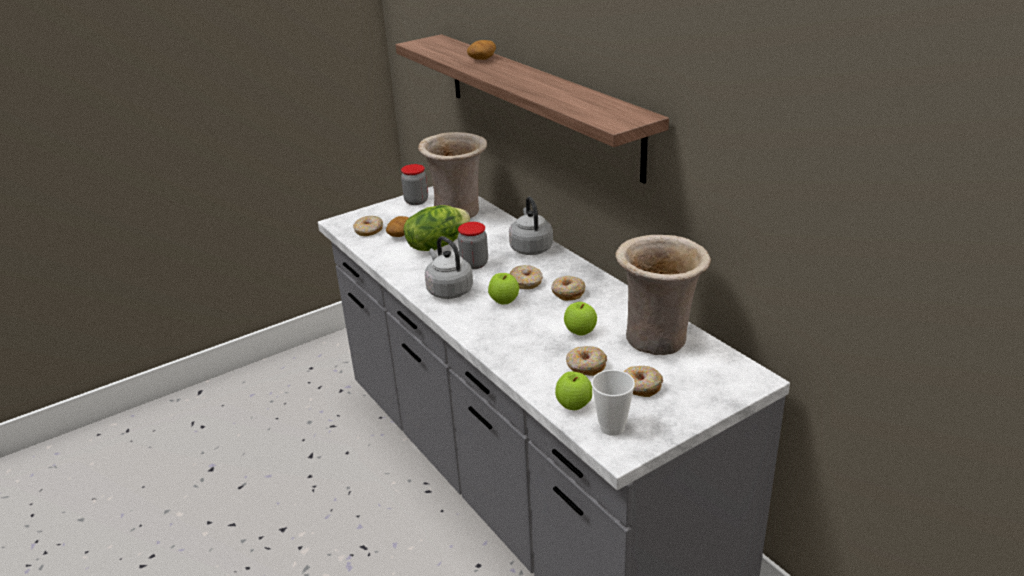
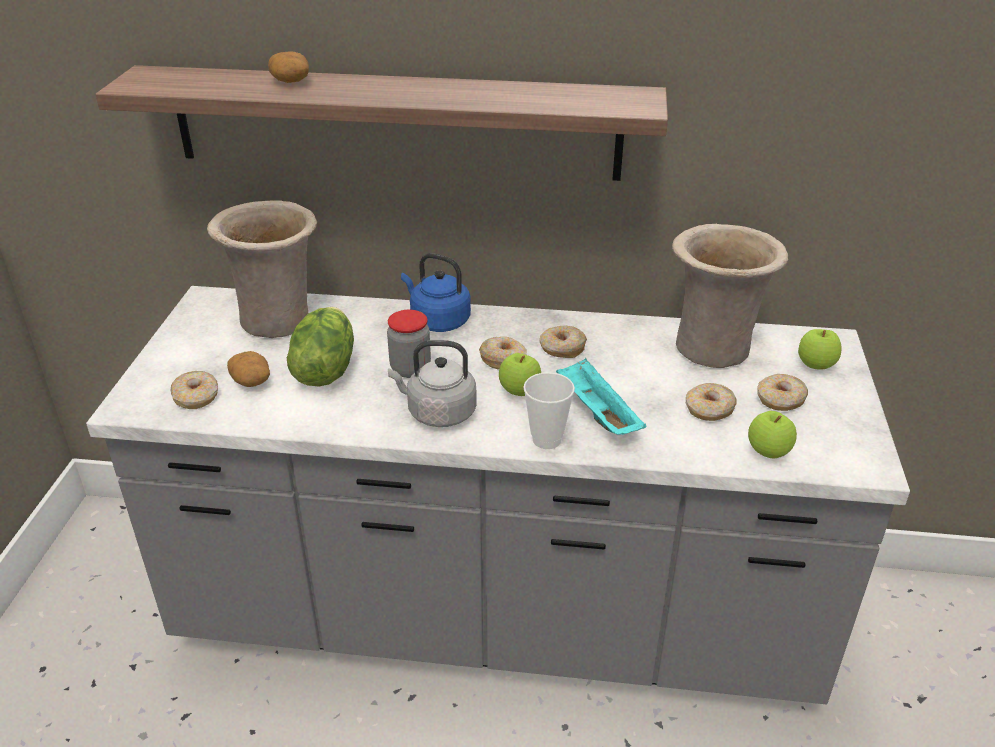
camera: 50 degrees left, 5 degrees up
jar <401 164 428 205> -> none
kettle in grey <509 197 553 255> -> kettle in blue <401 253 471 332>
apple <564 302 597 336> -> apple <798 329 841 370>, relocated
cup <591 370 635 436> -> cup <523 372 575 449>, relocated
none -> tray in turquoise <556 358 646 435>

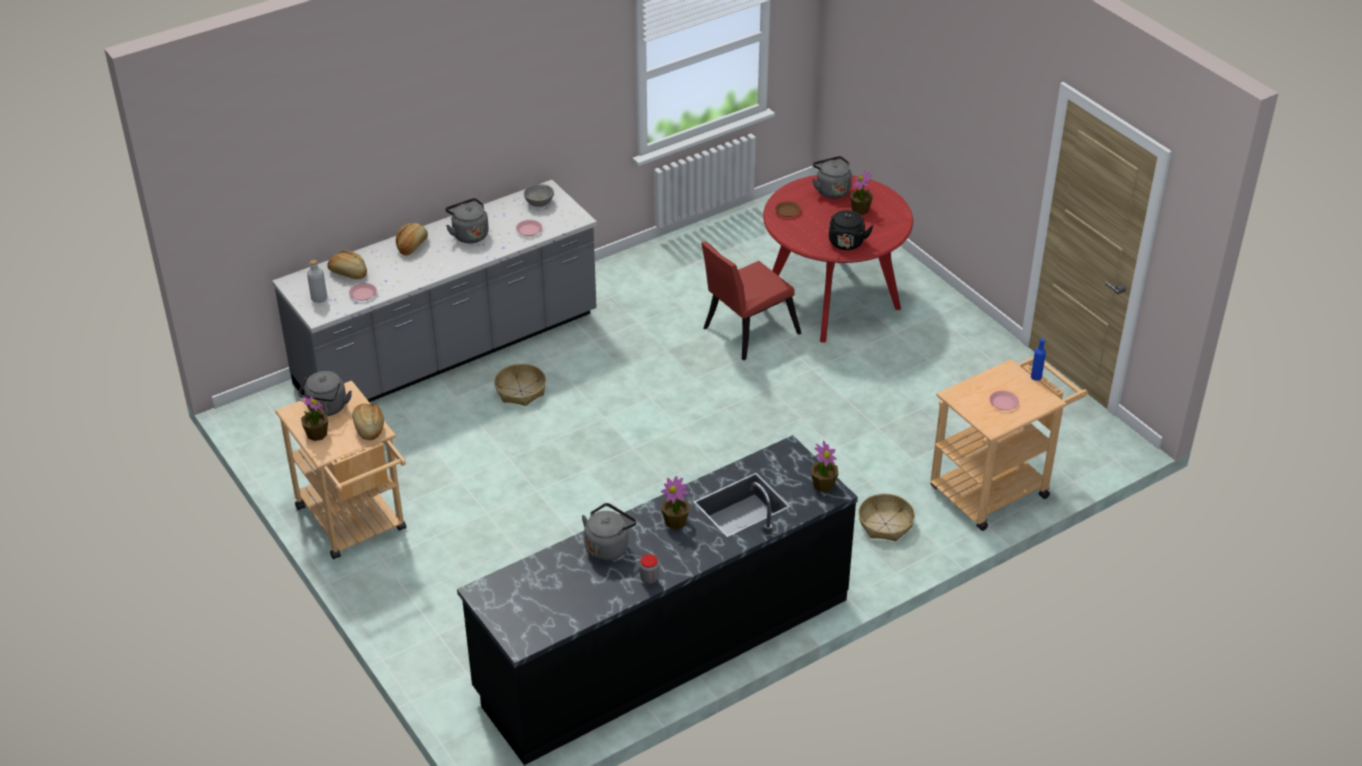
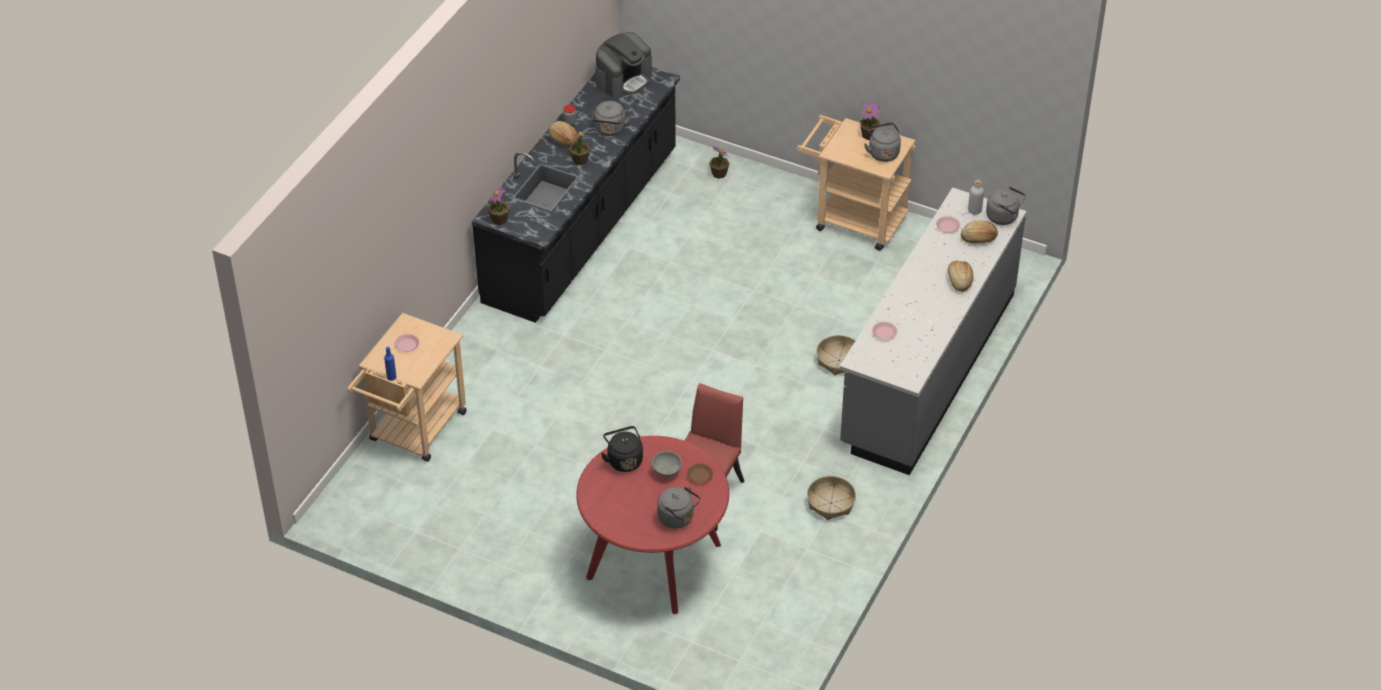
camera: 150 degrees right, 5 degrees up
bread <352 403 384 440> -> bread <548 121 579 147>, relocated
kettle in grey <445 198 489 243> -> kettle in grey <986 187 1026 225>, relocated
bowl in grey <524 184 554 207> -> bowl in grey <652 451 682 478>, relocated
potted plant <850 171 873 215> -> potted plant <709 146 730 179>, relocated
basket <858 494 915 542> -> basket <807 476 856 520>, relocated
none -> coffee machine <595 32 652 99>

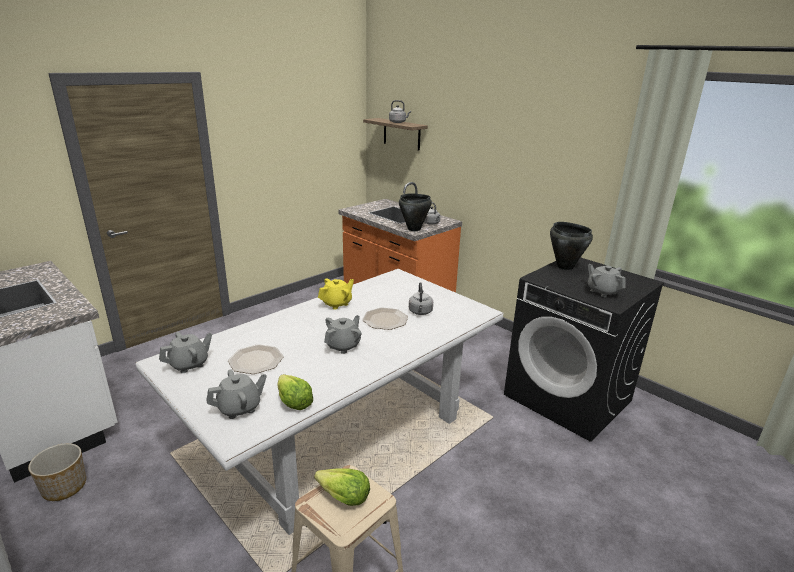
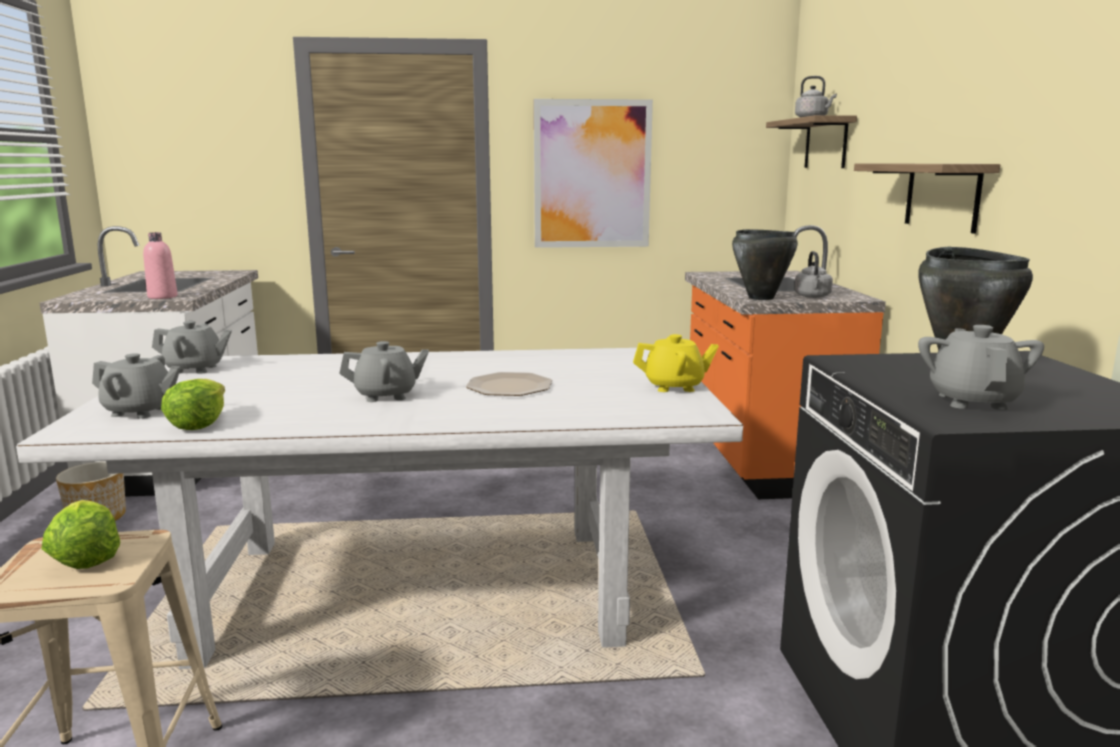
camera: 40 degrees right, 10 degrees down
plate <228 344 283 374> -> none
teapot in yellow <318 278 354 309> -> teapot in yellow <633 334 719 392>, relocated
kettle in grey <409 282 433 315> -> none
none -> bottle in pink <143 232 178 299>
none -> picture <534 99 653 248>
none -> shelf <854 164 1000 234>

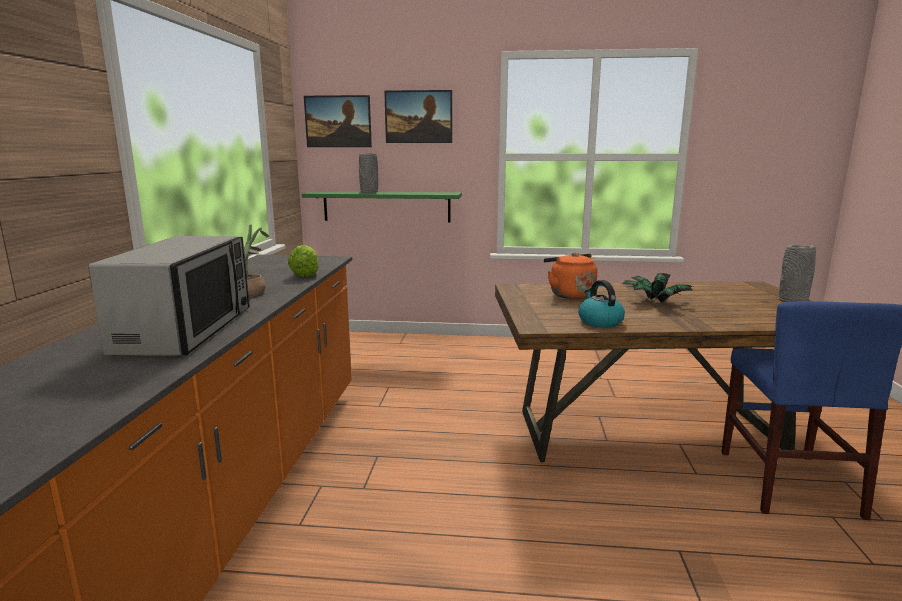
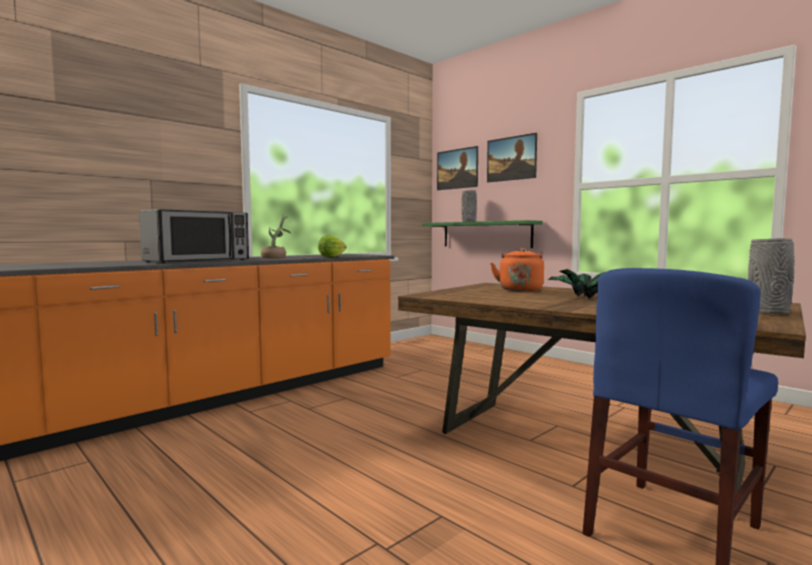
camera: 40 degrees right, 10 degrees down
kettle <578 280 625 328> -> none

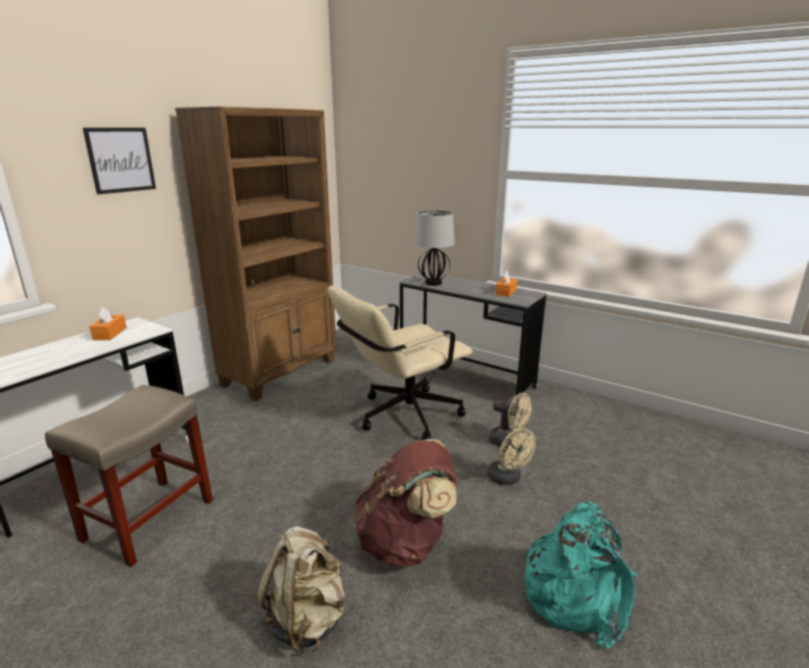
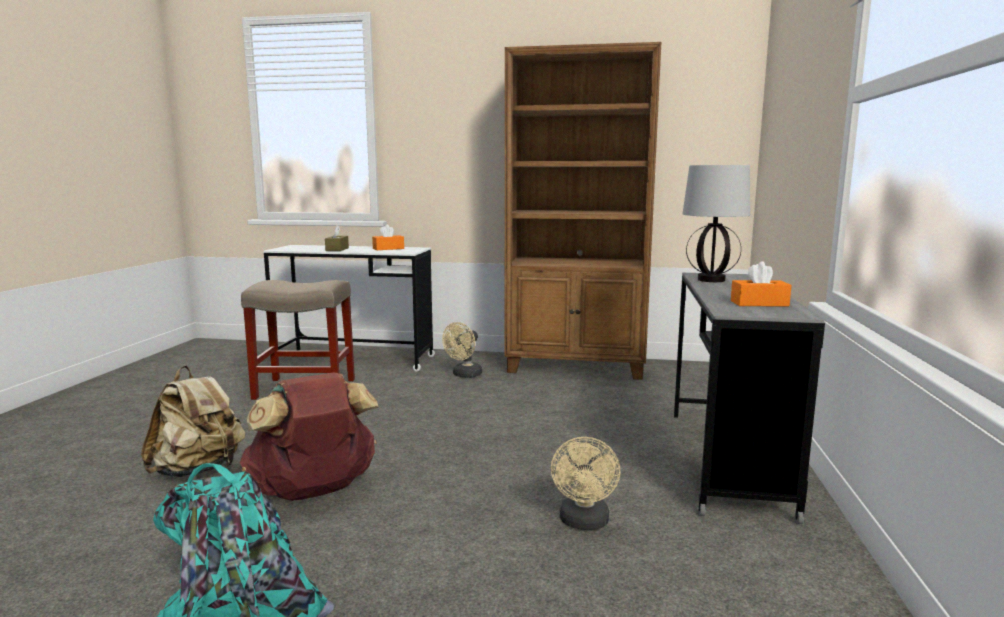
camera: 65 degrees right, 10 degrees down
picture <83 128 156 194> -> none
office chair in beige <328 286 472 440> -> none
fan in beige <487 428 536 485> -> fan in beige <442 322 482 378>, relocated
none -> tissue box in brown <325 225 349 251>

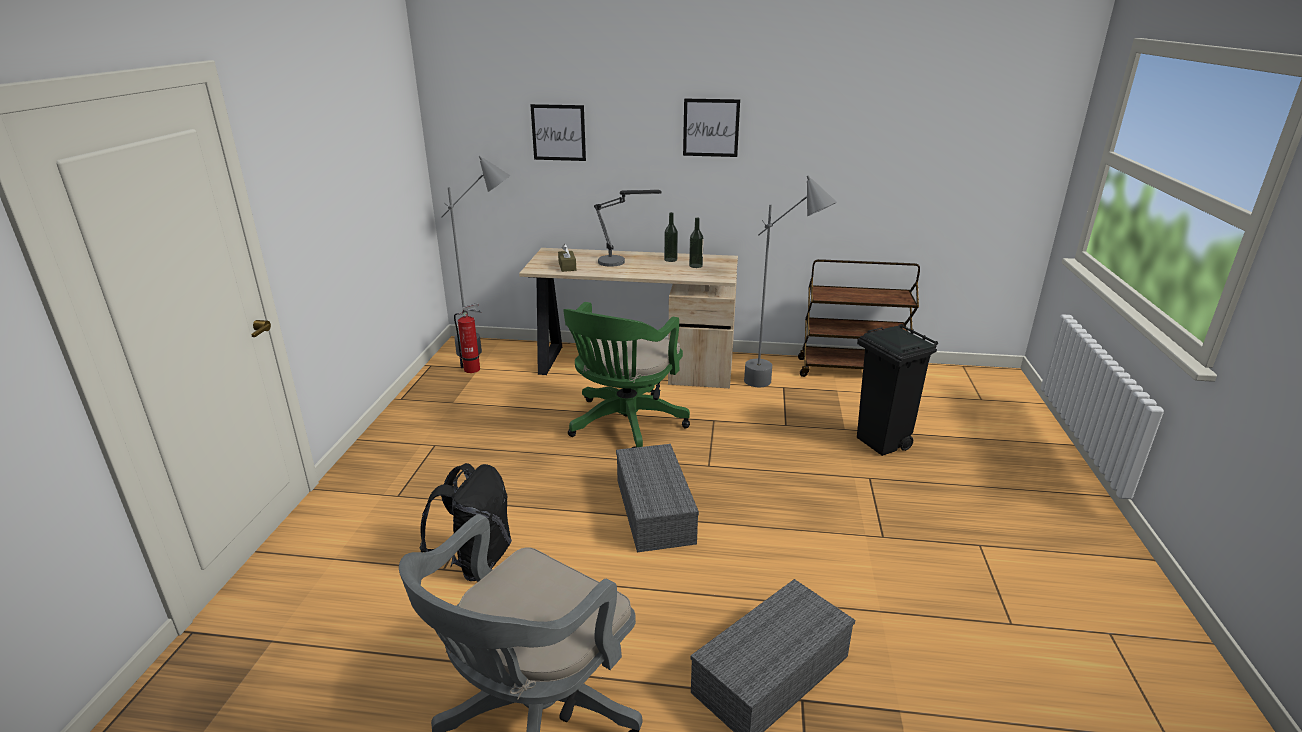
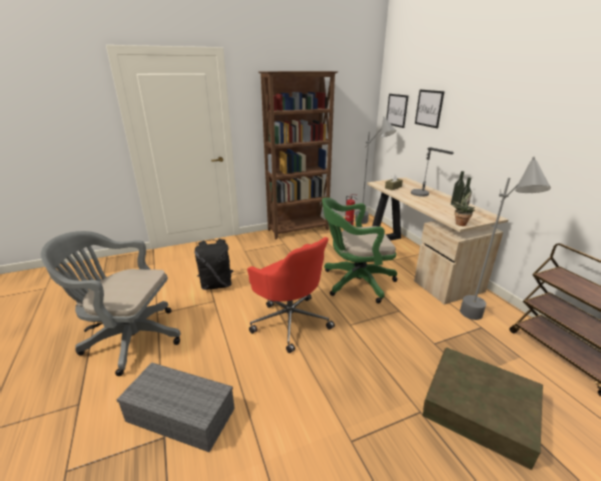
camera: 60 degrees right, 0 degrees up
storage box in grey <616 444 699 552> -> office chair in red <247 237 335 353>
picture <683 98 740 157> -> picture <386 94 408 128>, relocated
trash can in black <857 324 938 456> -> storage box in brown <422 348 543 470>
none -> bookcase in brown <258 71 338 240>
none -> potted plant <453 191 475 226>

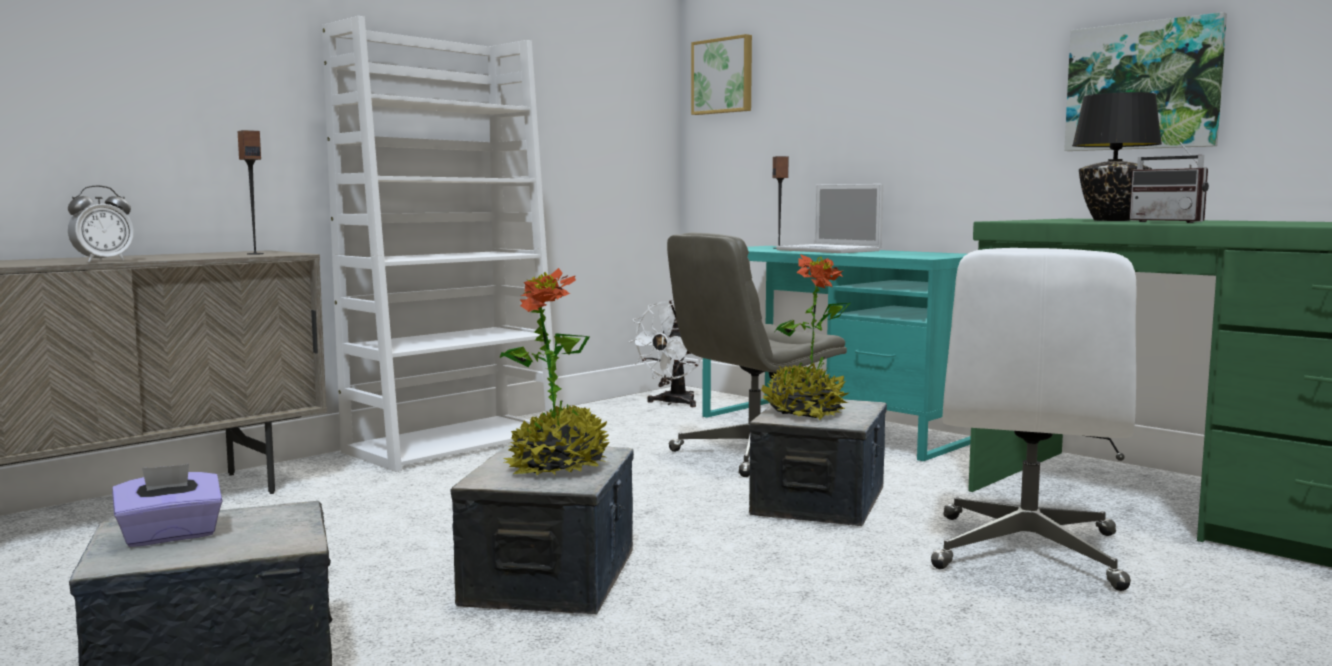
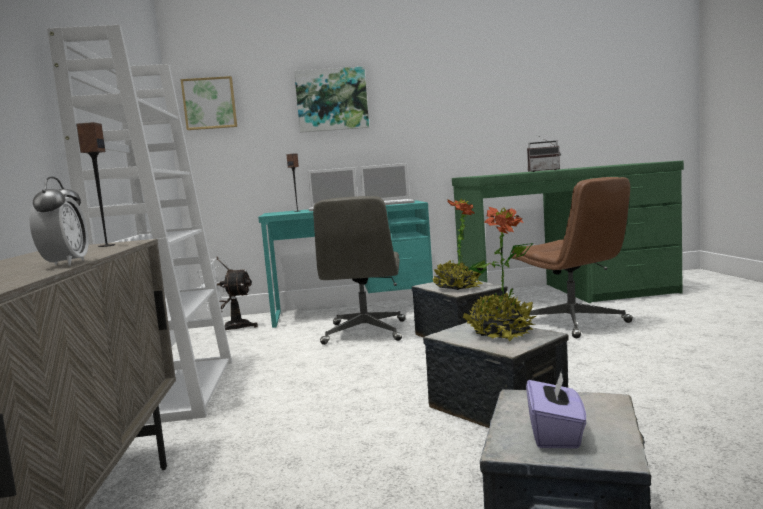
camera: 50 degrees left, 0 degrees up
fan in white <628 300 702 407> -> fan in white <196 257 258 330>, 120 degrees clockwise
office chair in white <931 248 1137 591> -> office chair in brown <511 177 633 338>
picture <1064 12 1227 151> -> picture <294 66 369 133>, relocated
table lamp in black <1072 92 1162 221> -> none
none -> laptop <360 163 414 205>

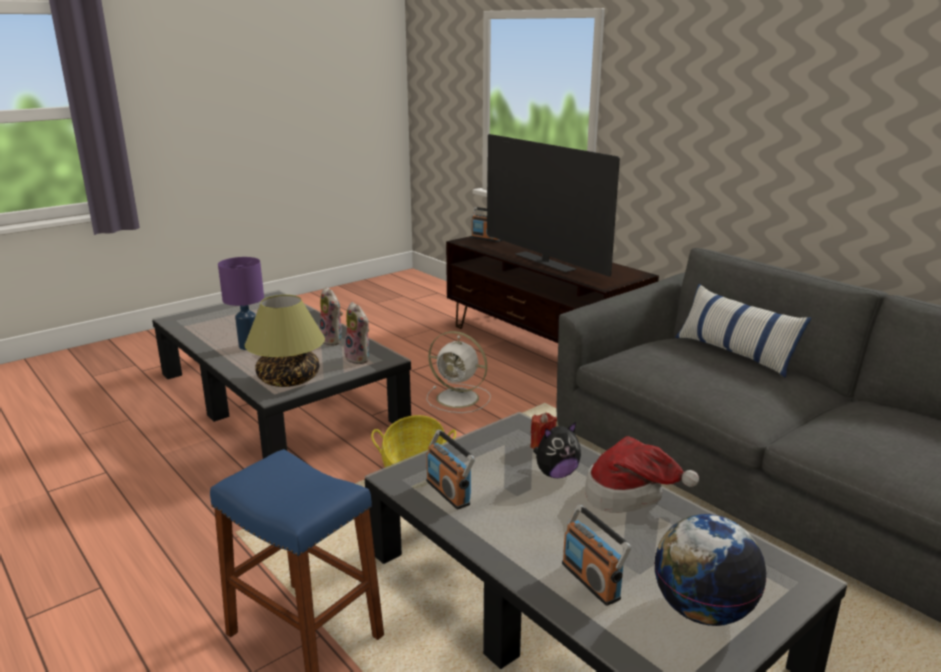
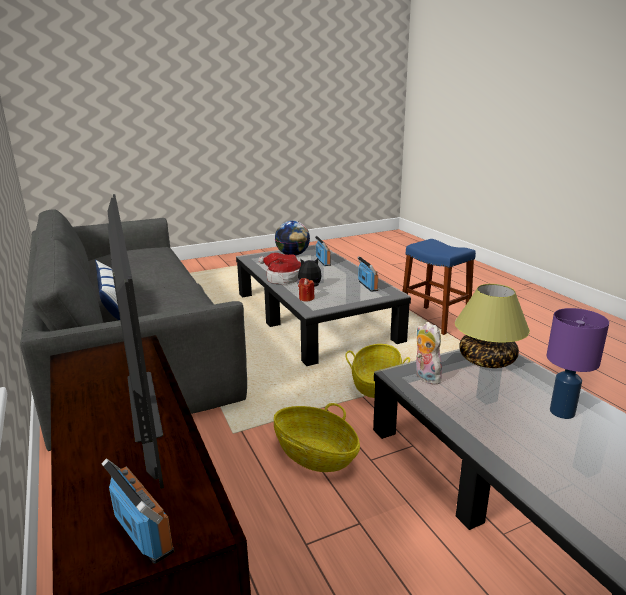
camera: 165 degrees left, 0 degrees up
plush toy <319 287 343 346> -> none
fan in white <426 331 491 413> -> basket <274 403 360 472>

